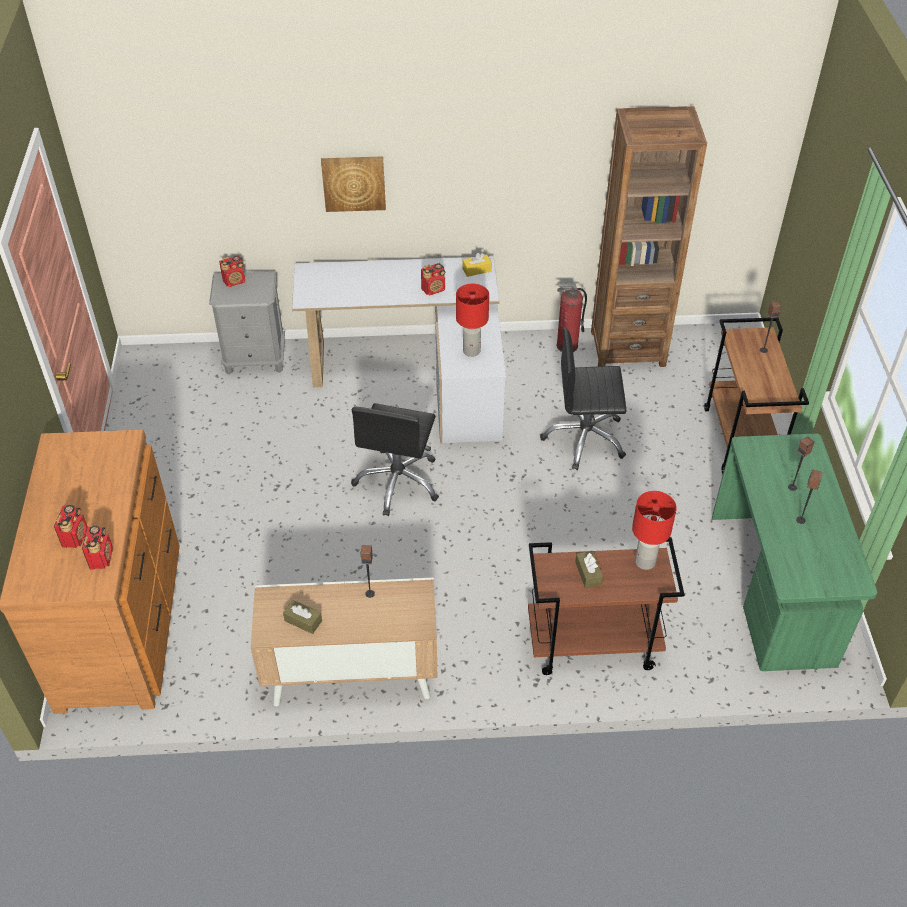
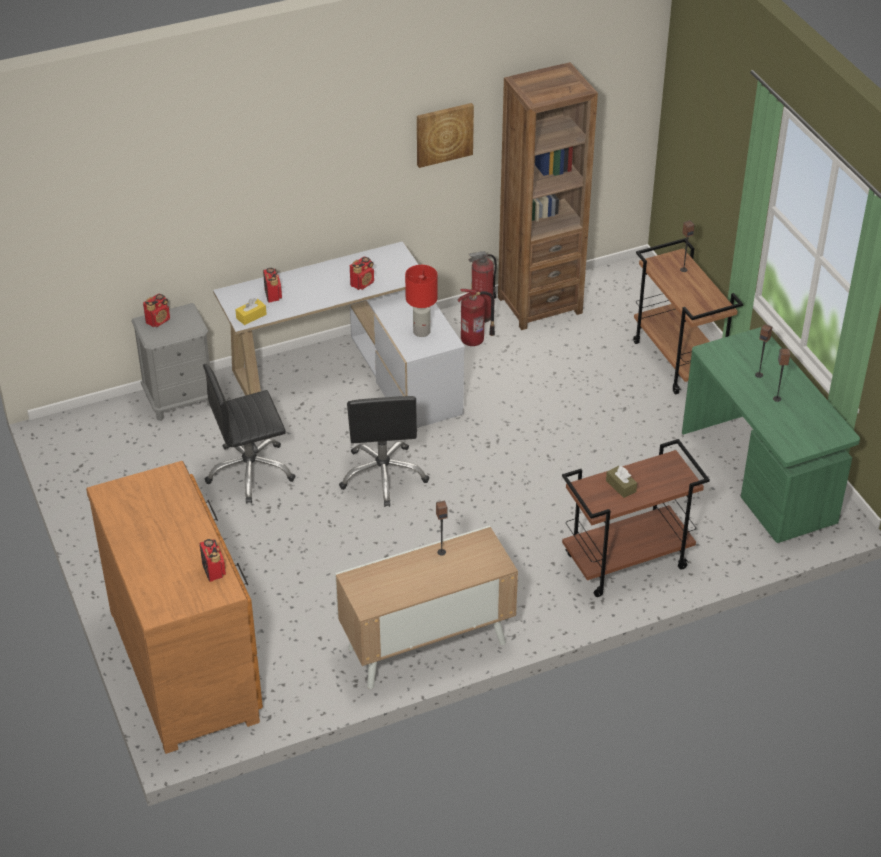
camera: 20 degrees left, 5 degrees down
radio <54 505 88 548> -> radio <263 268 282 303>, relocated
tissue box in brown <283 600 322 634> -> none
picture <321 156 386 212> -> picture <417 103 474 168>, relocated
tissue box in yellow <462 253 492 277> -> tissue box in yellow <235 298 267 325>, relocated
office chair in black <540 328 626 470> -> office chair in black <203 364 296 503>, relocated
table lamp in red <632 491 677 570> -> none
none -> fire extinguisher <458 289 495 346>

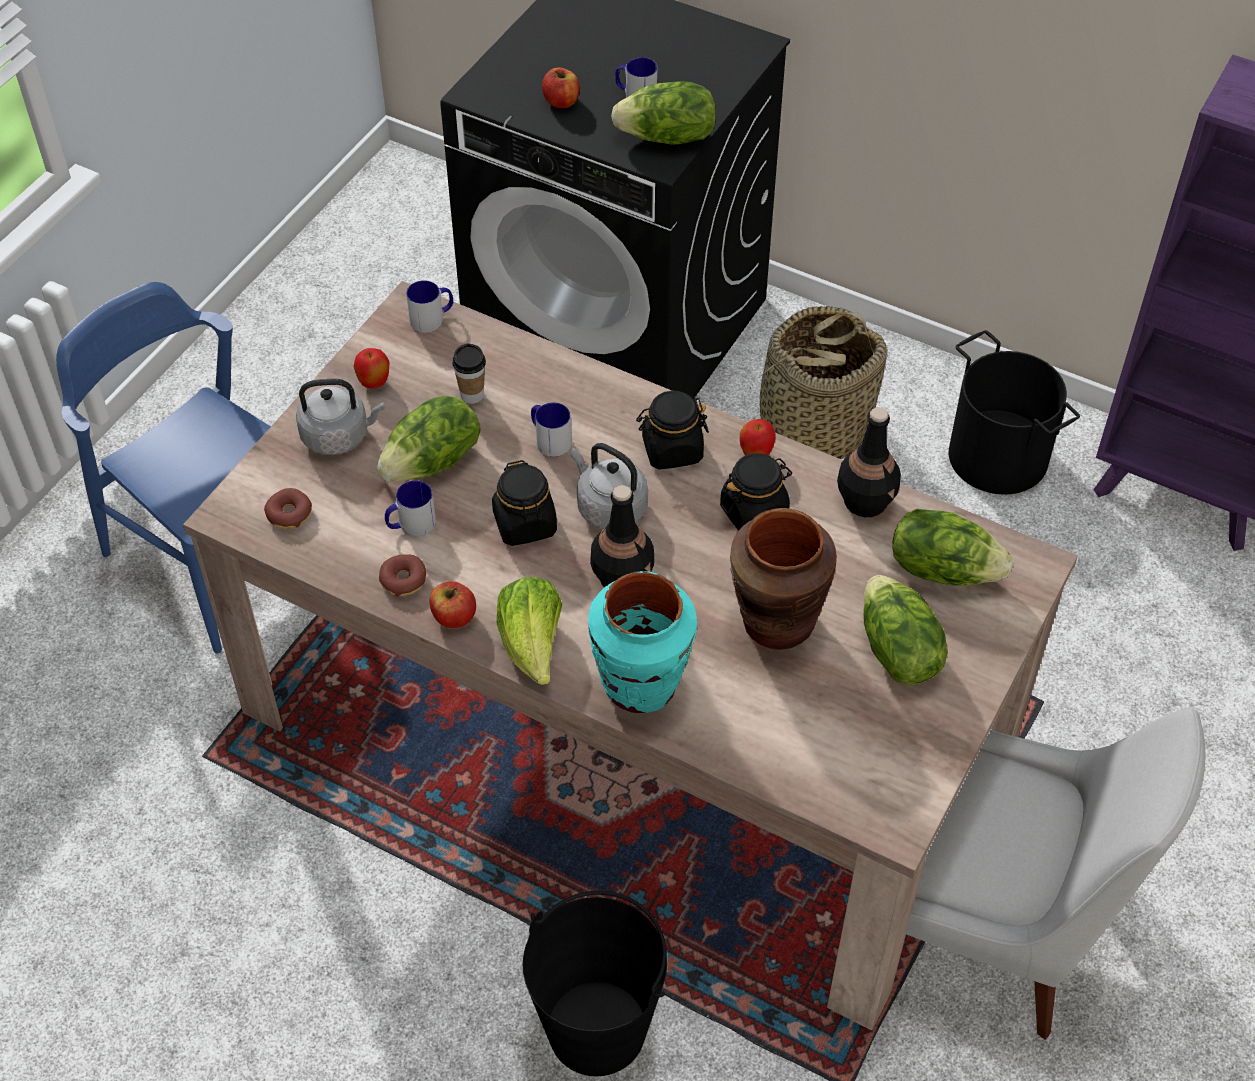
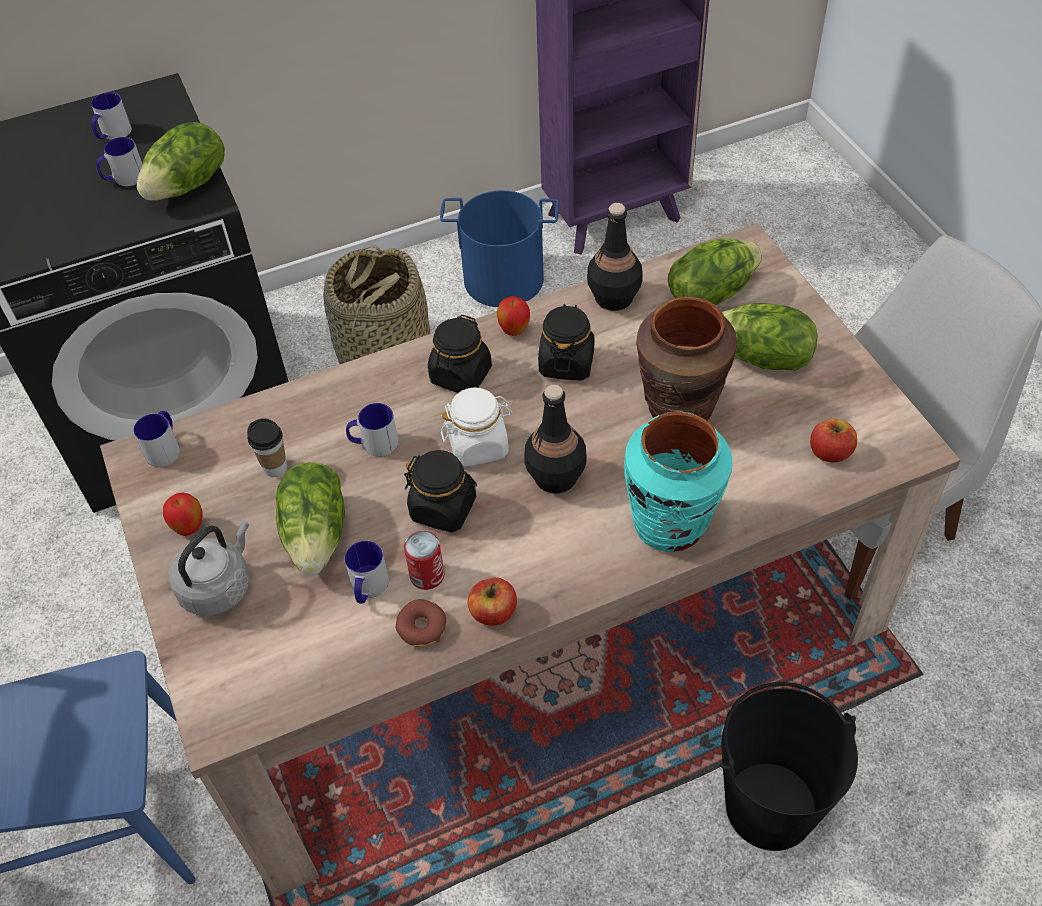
camera: 50 degrees left, 0 degrees up
donut <264 488 312 529> -> none
lettuce <496 577 562 685> -> none
apple <542 67 579 108> -> apple <810 419 857 463>, relocated
kettle in grey <570 443 648 529> -> jar in white <441 388 513 467>
bucket in black <949 330 1080 494> -> bucket in blue <440 190 559 307>
none -> mug <91 92 132 140>
none -> can <404 531 444 590>

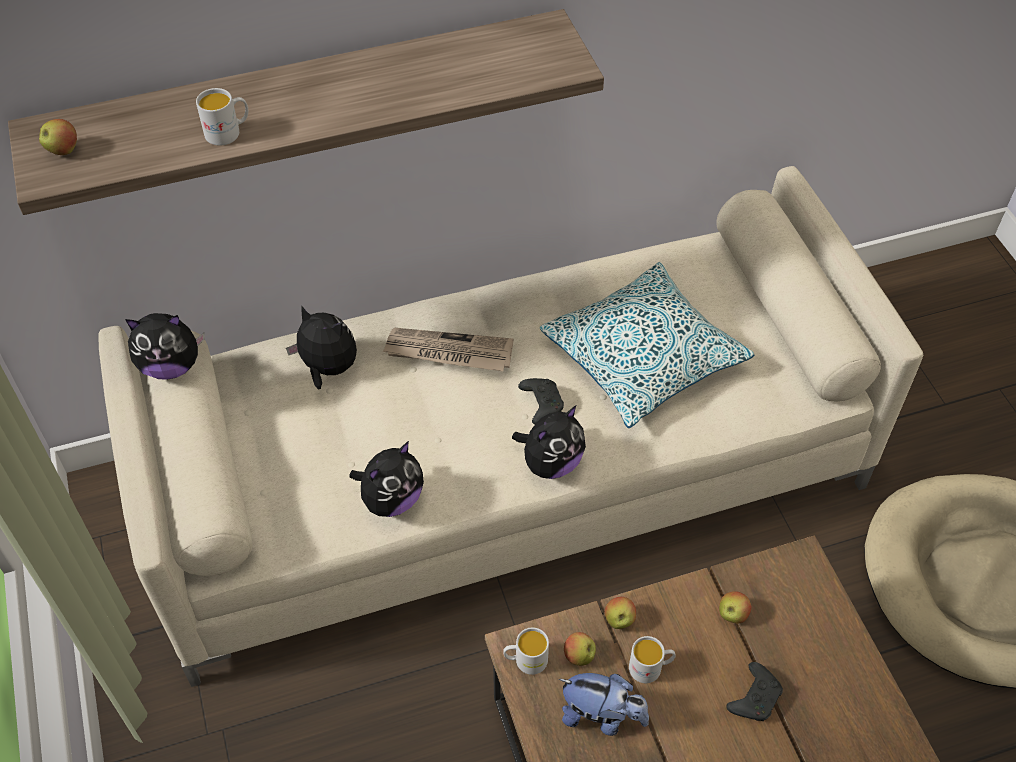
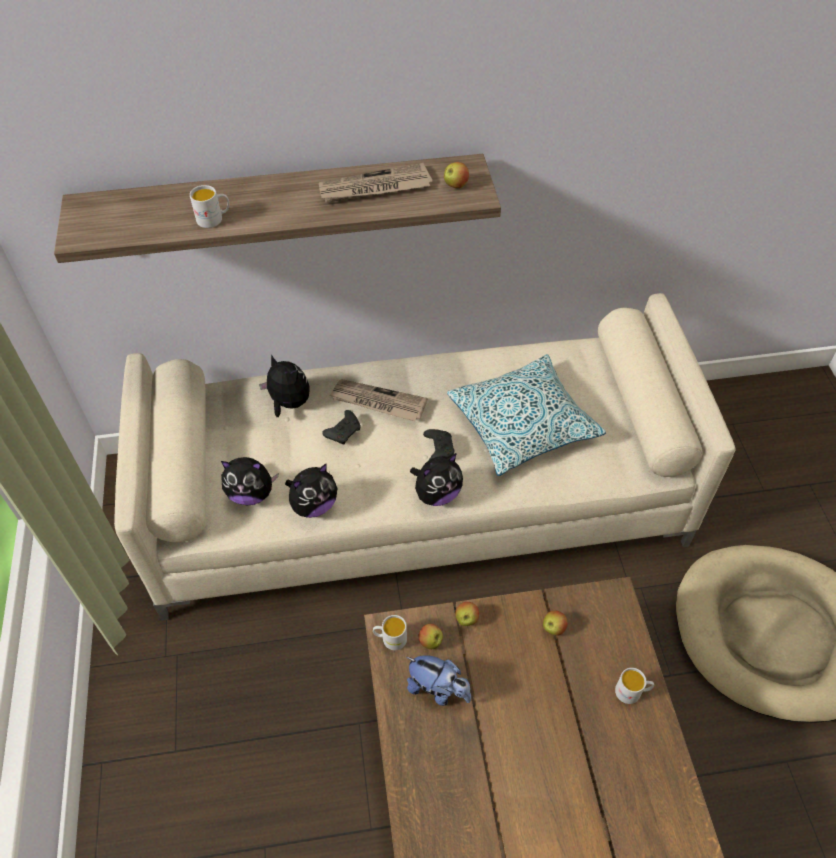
camera: 10 degrees right, 0 degrees up
apple <39 119 77 155> -> apple <444 162 469 188>, relocated
plush toy <125 313 205 380> -> plush toy <221 457 278 505>, relocated
mug in white <629 636 676 683> -> mug in white <615 668 654 704>, relocated
game controller in black <726 662 783 721> -> game controller in black <322 410 361 444>, relocated
none -> newspaper <319 163 433 203>

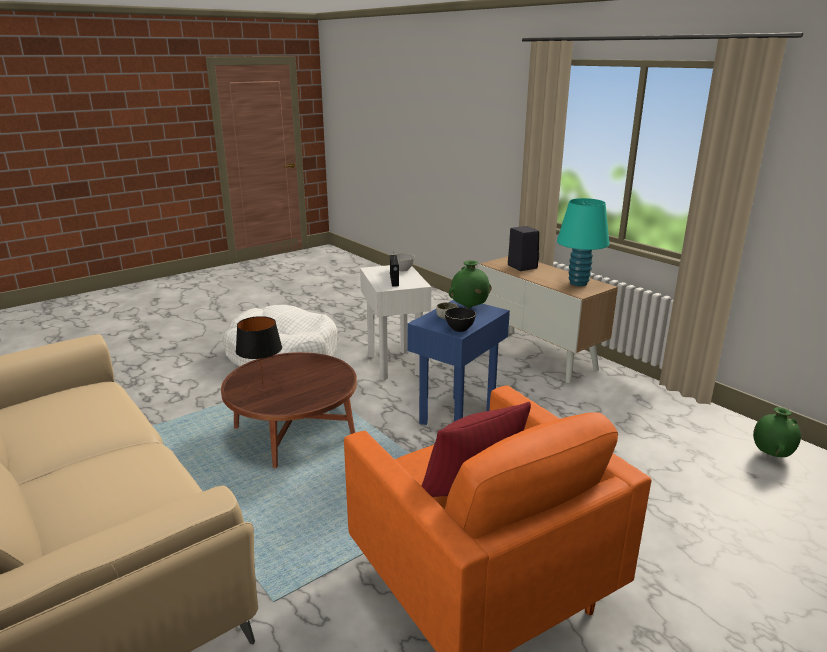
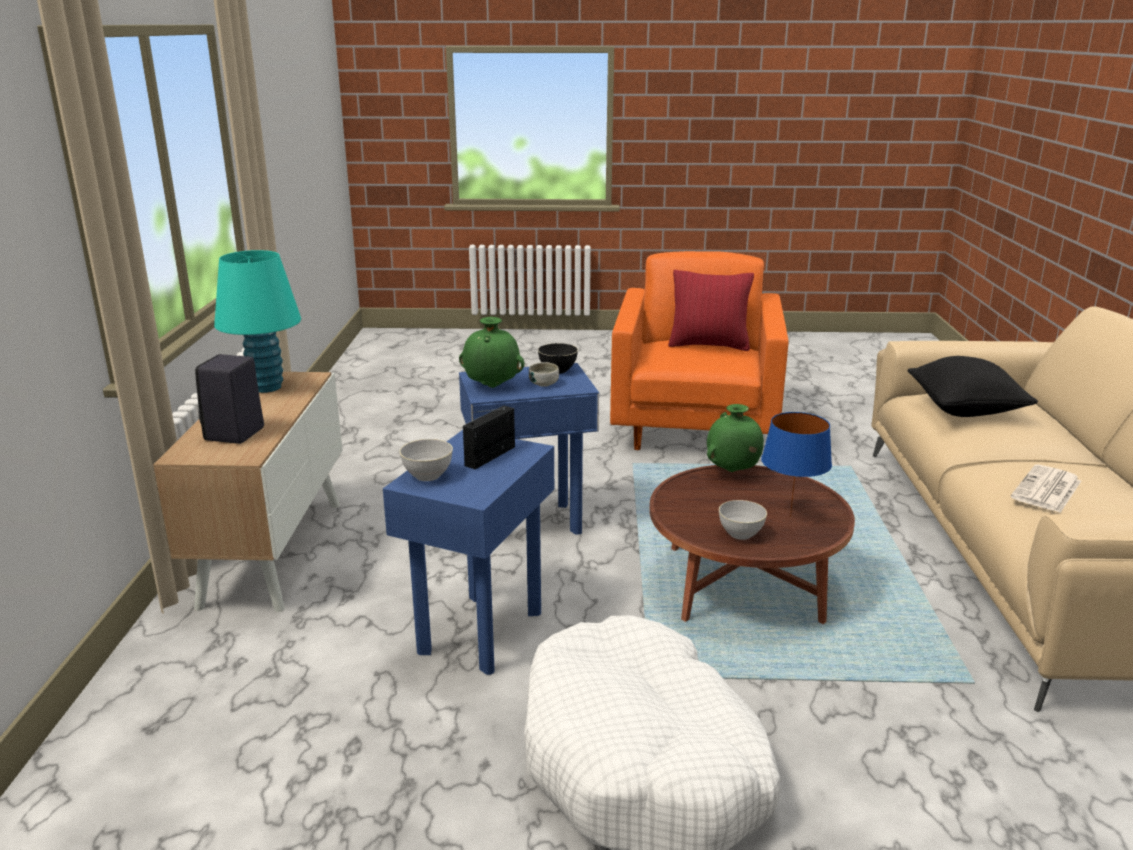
camera: 140 degrees left, 0 degrees up
table lamp in black <236 316 282 385> -> table lamp in blue <761 412 832 517>
side table in white <360 265 431 380> -> side table in blue <383 430 554 675>
vase in green <753 407 801 457> -> vase in green <707 404 764 472>, relocated
none -> bowl in grey <719 500 767 540>
none -> pillow in black <907 356 1038 417>
none -> newspaper <1011 465 1081 513>

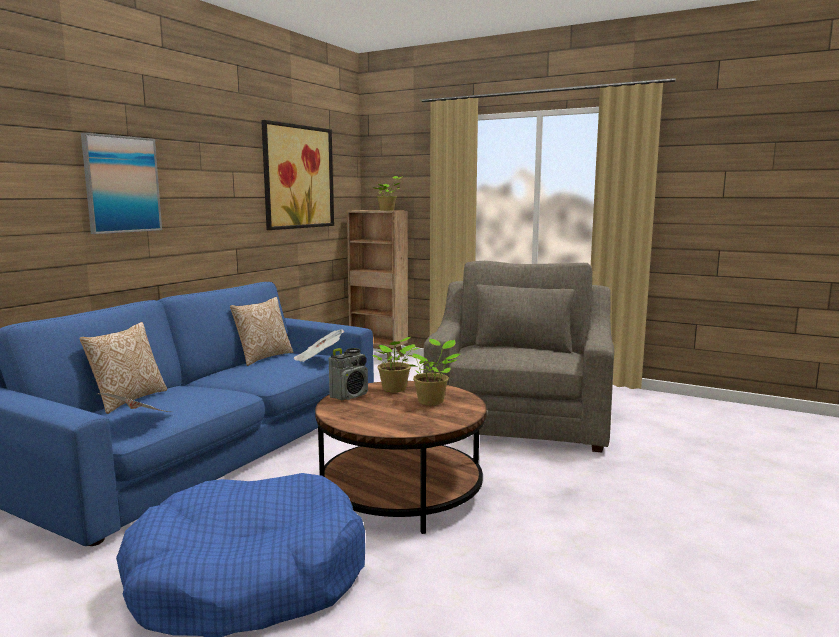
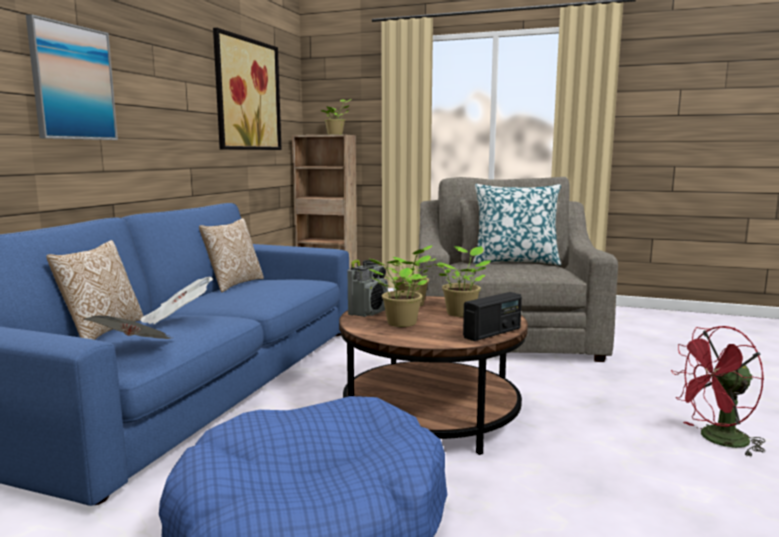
camera: 10 degrees left, 0 degrees up
newspaper <293 329 344 362> -> newspaper <140 277 213 325>, relocated
none -> potted plant <369 259 427 327>
none -> radio <463 292 522 341>
none -> pillow <473 184 561 266>
none -> fan in red <671 326 765 457>

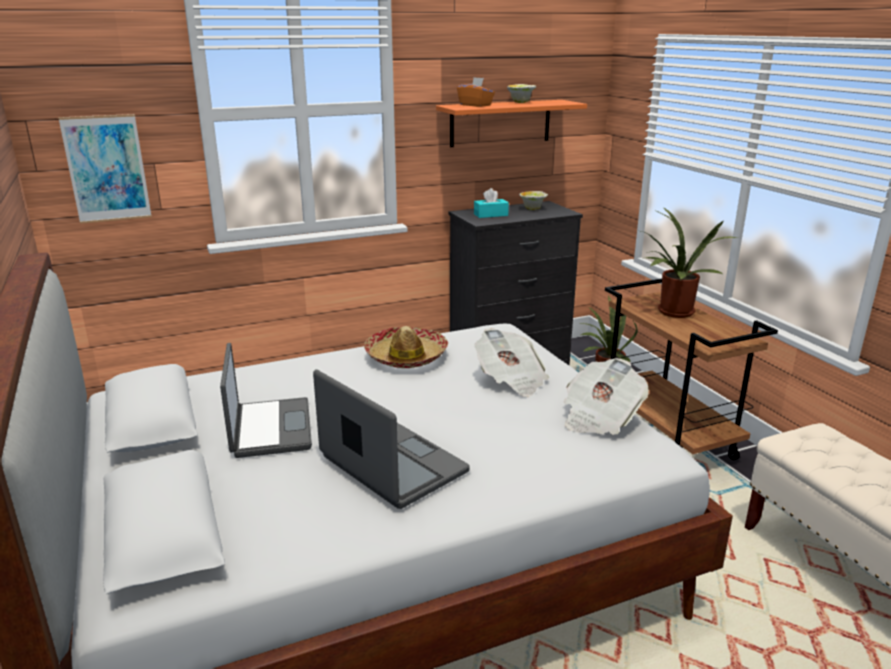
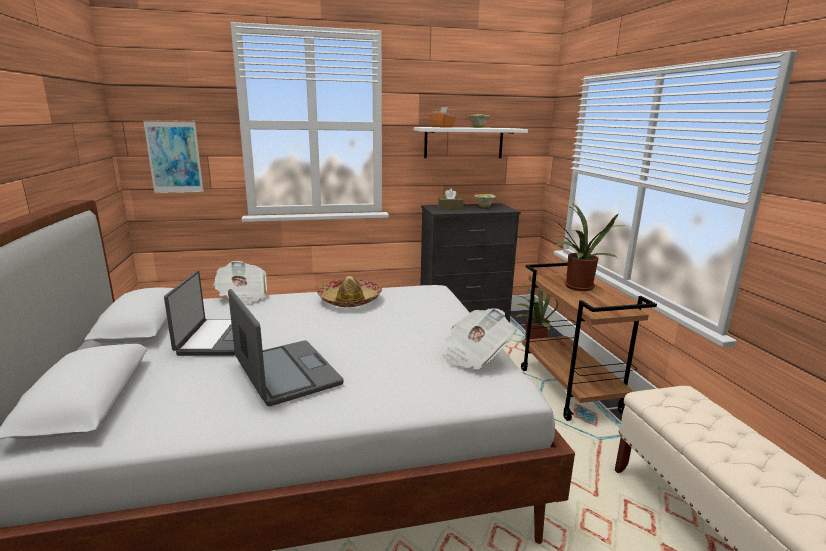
camera: 10 degrees right, 5 degrees down
shelf in orange <436 100 587 147> -> shelf in white <414 127 528 158>
tissue box in turquoise <474 188 509 218> -> tissue box in brown <438 189 463 210>
newspaper <474 328 549 397> -> newspaper <213 261 267 306>, relocated

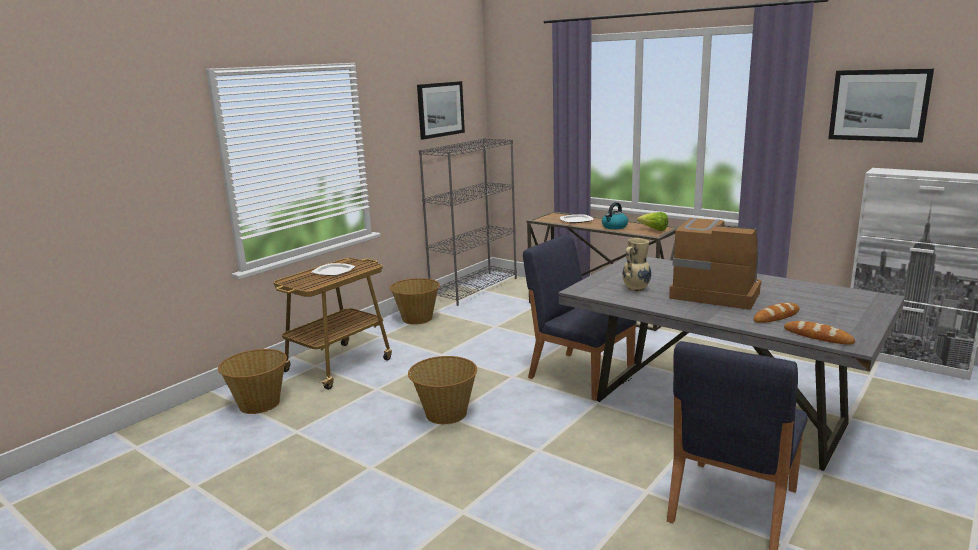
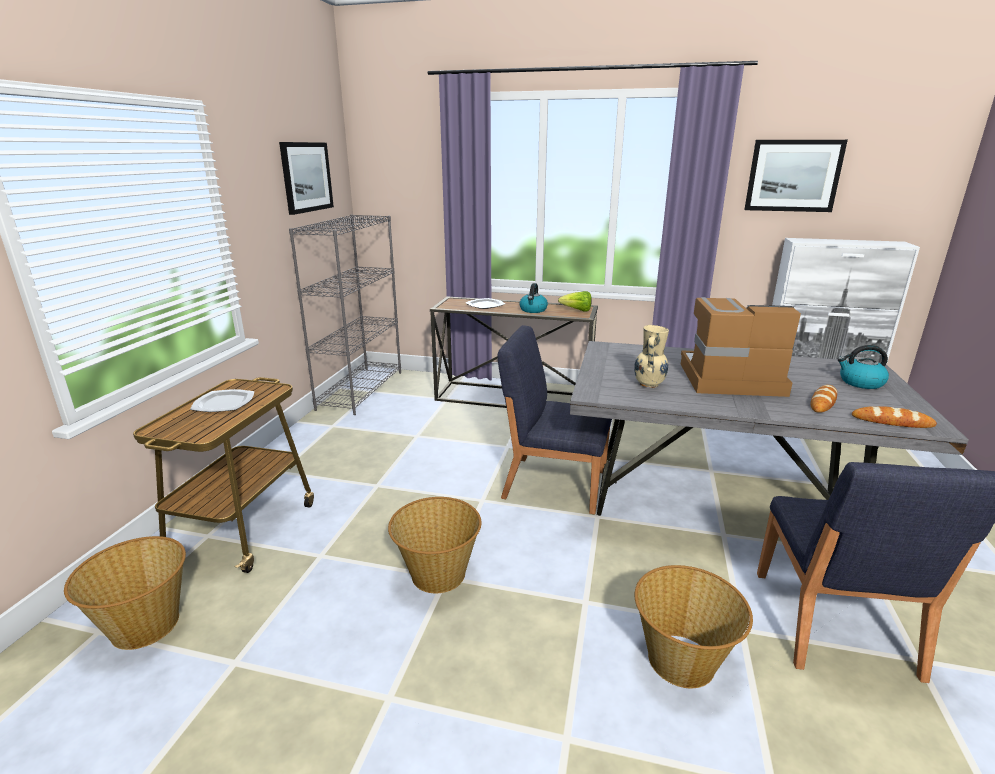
camera: 25 degrees left, 5 degrees up
basket <390 278 440 325> -> basket <635 565 753 688>, relocated
none -> kettle <837 345 889 389>

